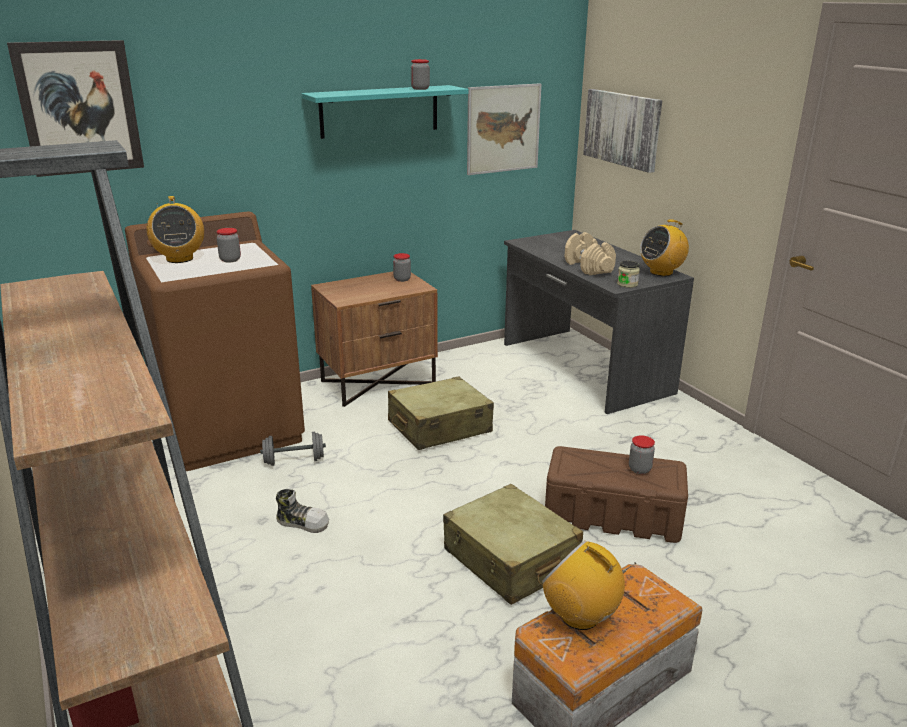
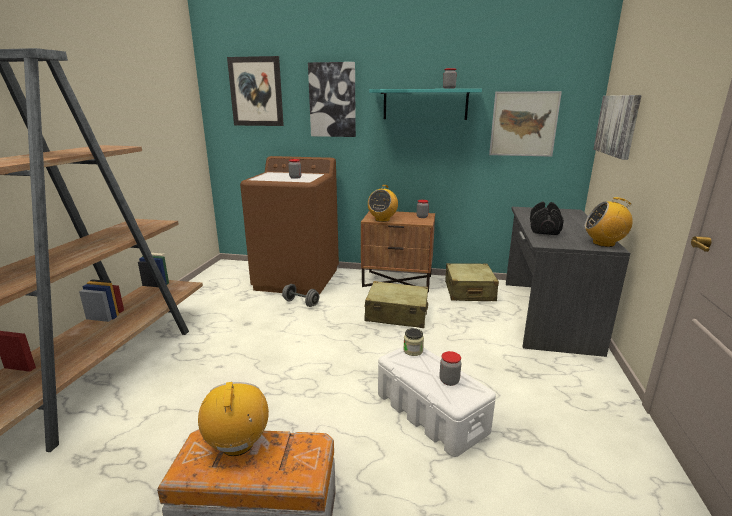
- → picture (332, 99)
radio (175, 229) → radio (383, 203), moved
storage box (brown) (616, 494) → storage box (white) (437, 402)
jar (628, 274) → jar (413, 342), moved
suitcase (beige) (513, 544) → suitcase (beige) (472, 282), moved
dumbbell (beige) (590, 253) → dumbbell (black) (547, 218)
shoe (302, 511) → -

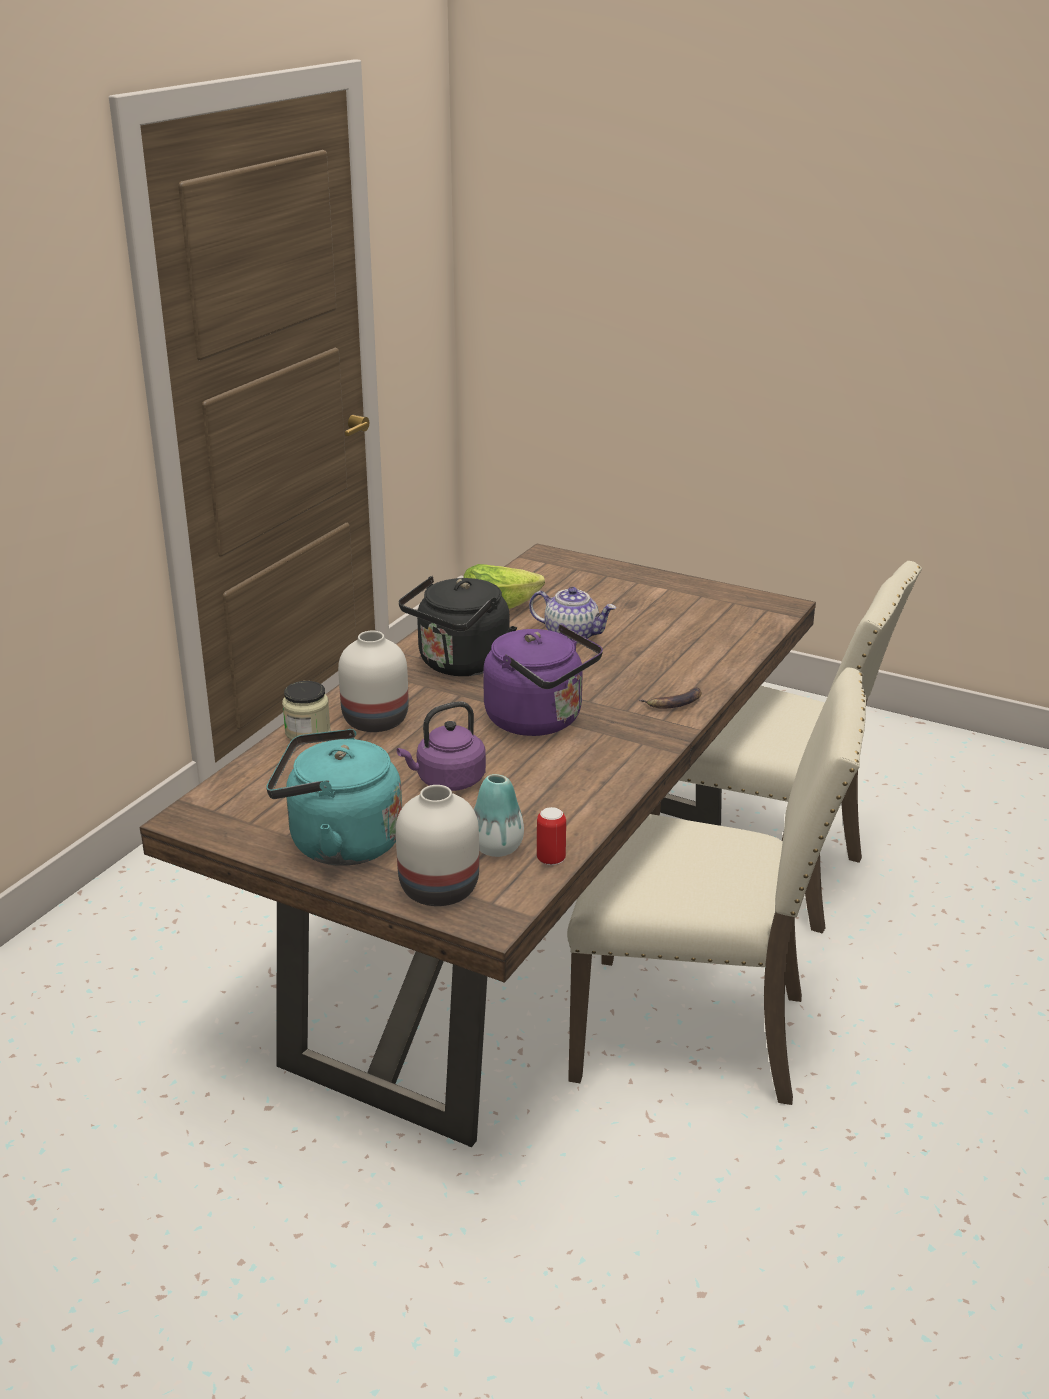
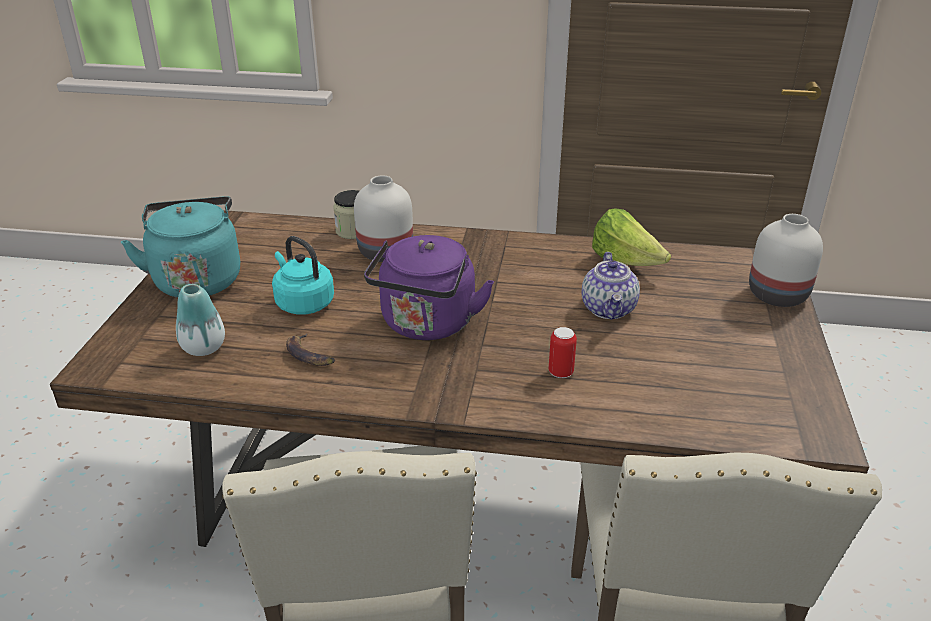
kettle (purple) (441, 746) → kettle (turquoise) (303, 275)
banana (670, 698) → banana (310, 349), moved
can (551, 836) → can (563, 352), moved
vase (white) (437, 845) → vase (white) (786, 260), moved
kettle (black) (458, 626) → -

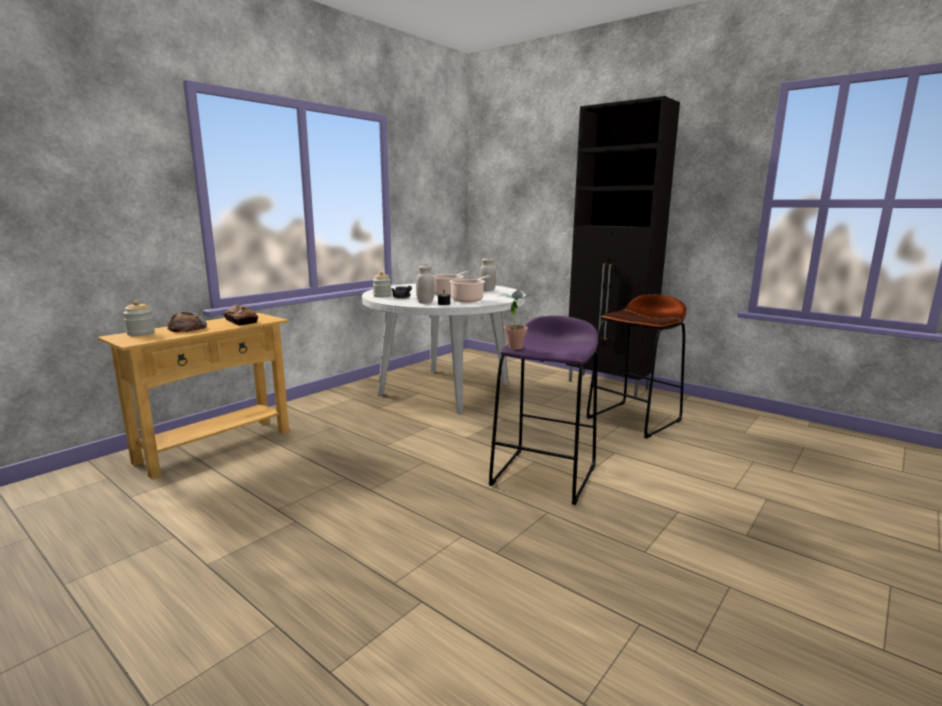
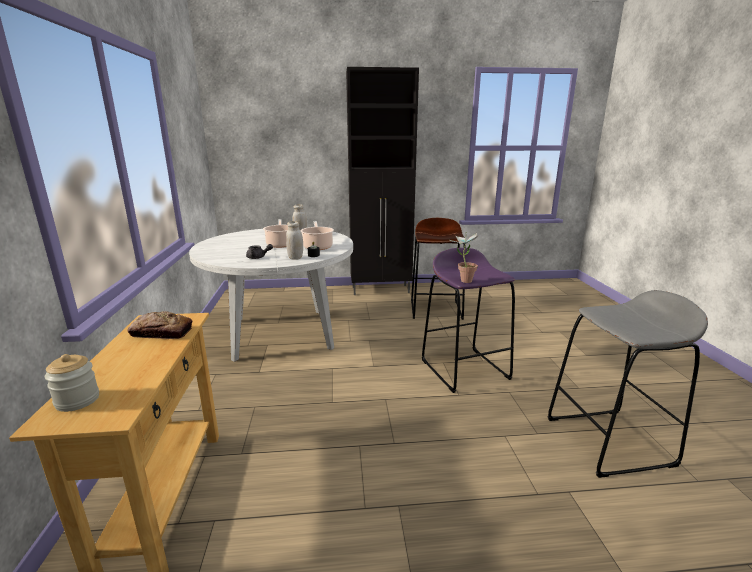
- → stool (grey) (627, 384)
bread (187, 322) → -
jar (382, 284) → -

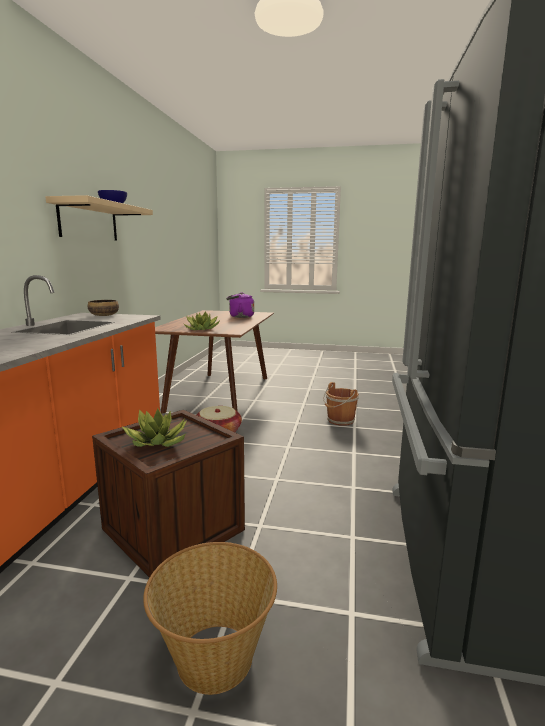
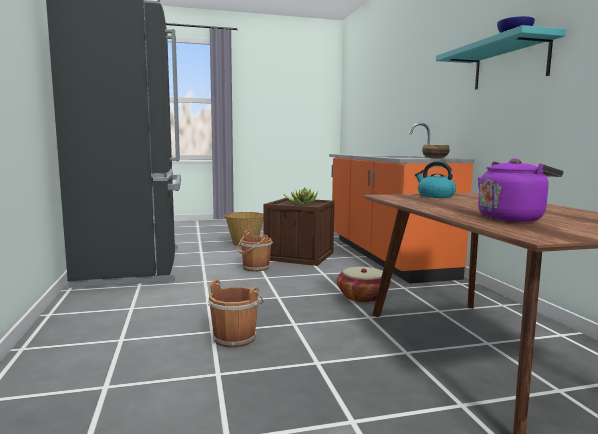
- → bucket (brown) (255, 251)
potted plant (201, 320) → kettle (435, 179)
shelf (beige) (99, 218) → shelf (turquoise) (501, 57)

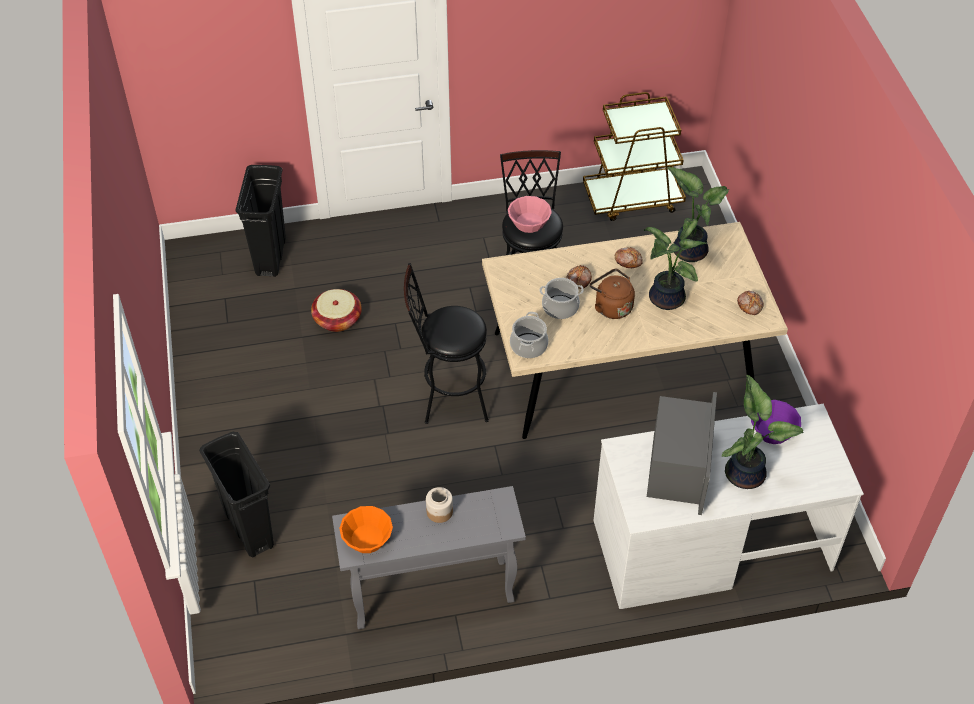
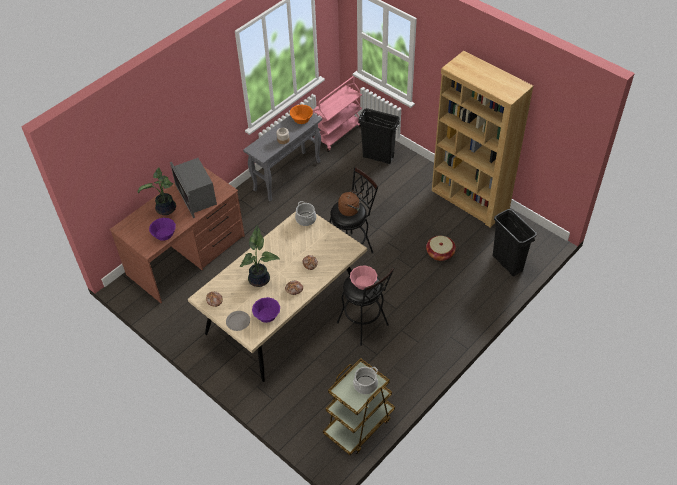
desk (white) (728, 506) → desk (brown) (177, 234)
- → plate (grey) (238, 321)
potted plant (698, 214) → bowl (purple) (266, 310)
- → cart (pink) (337, 114)
kettle (brown) (612, 294) → kettle (brown) (350, 203), moved
cooking pot (562, 298) → cooking pot (365, 380), moved
- → bookcase (brown) (482, 139)

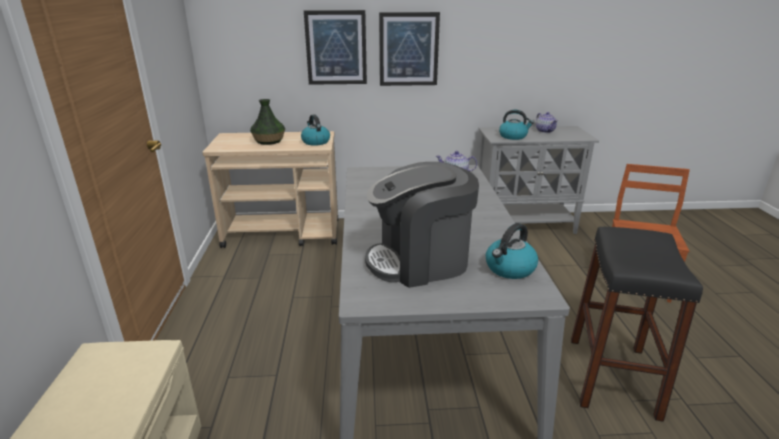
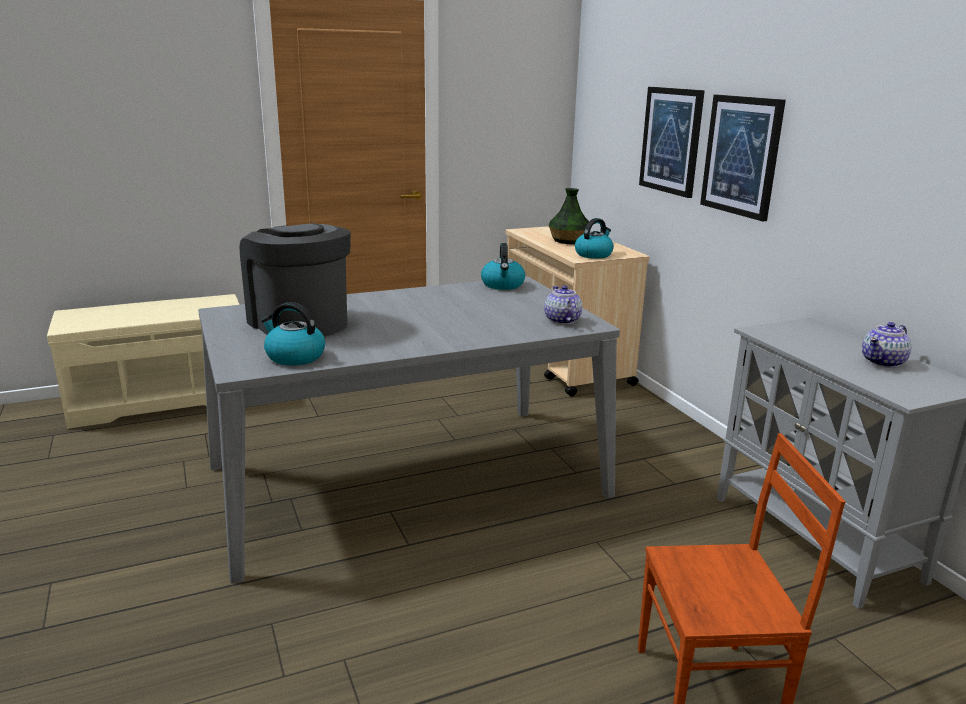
kettle (516, 125) → kettle (503, 266), moved
stool (black) (637, 324) → -

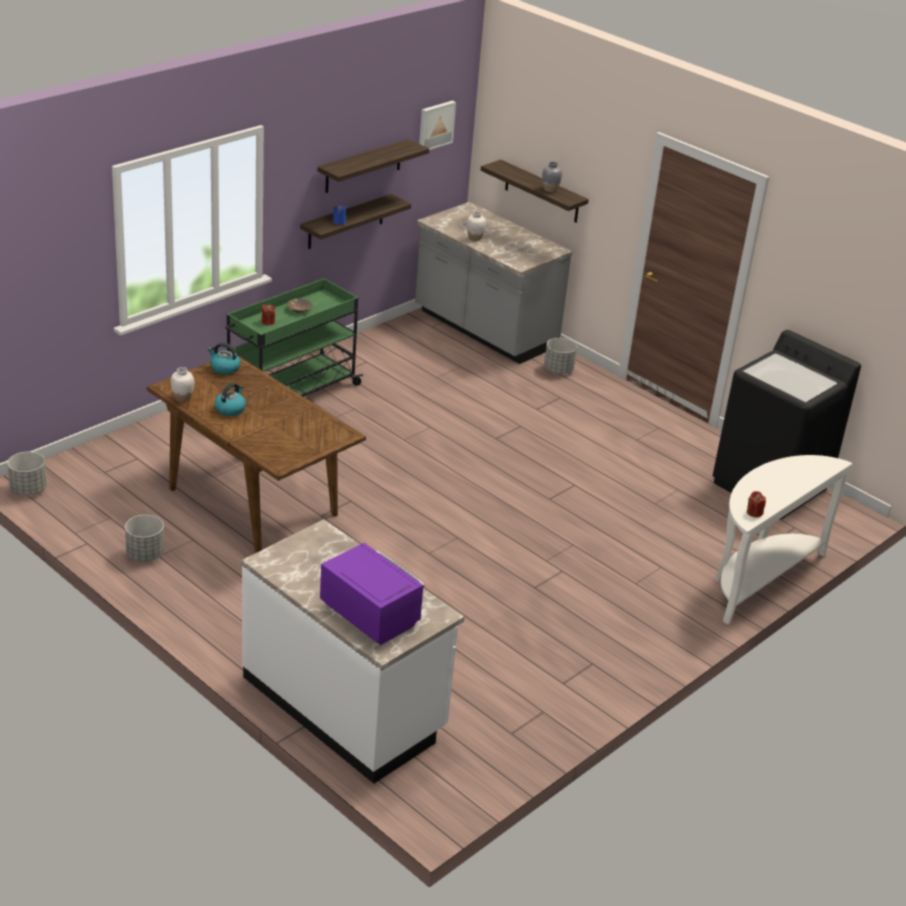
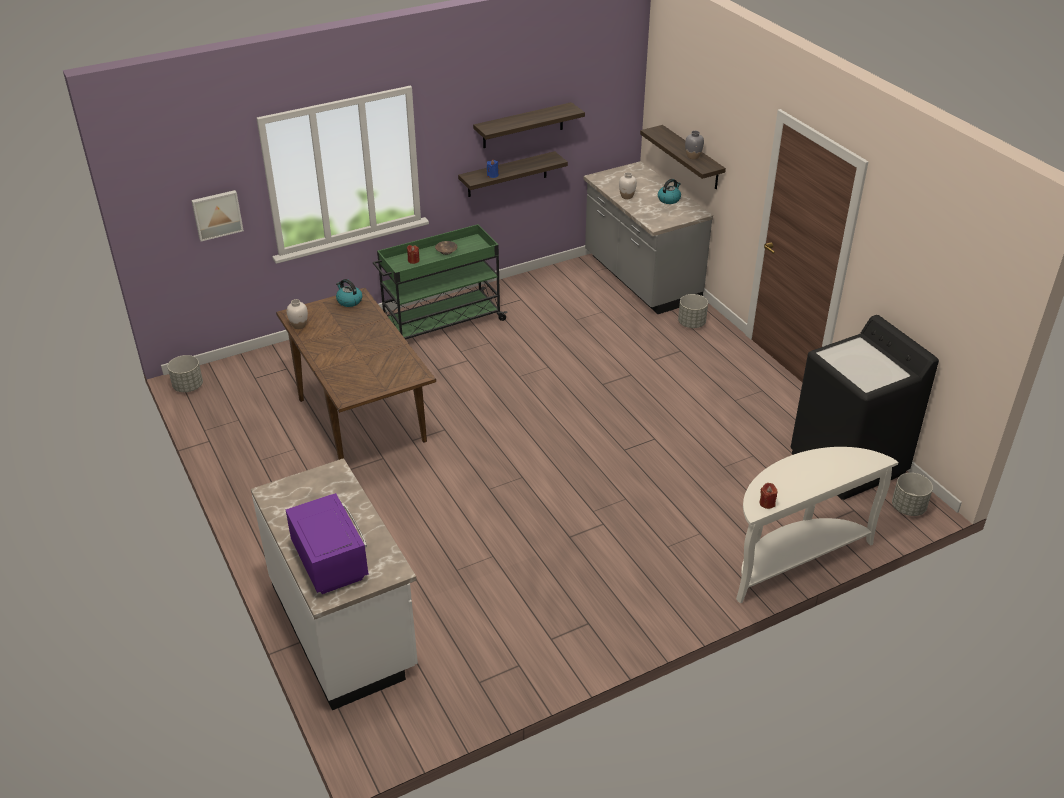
picture (437, 125) → picture (217, 215), moved
kettle (230, 399) → kettle (669, 191), moved
planter (grey) (145, 538) → planter (grey) (912, 494), moved

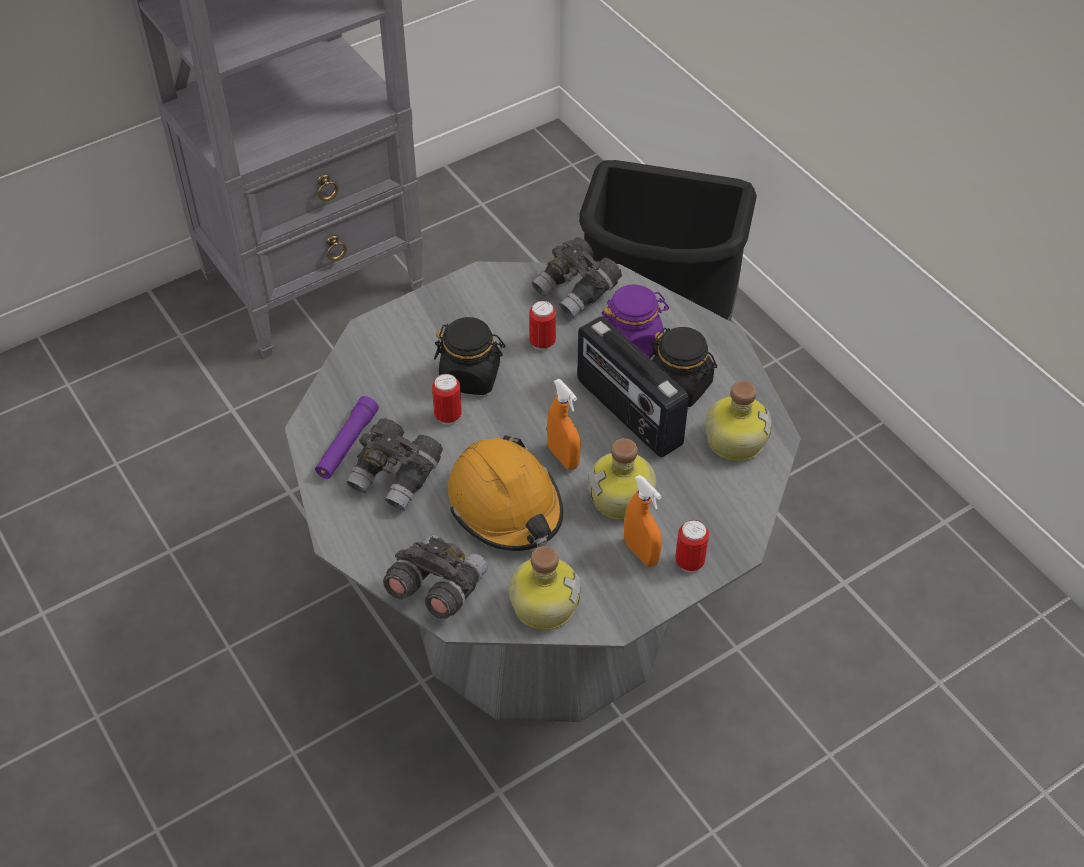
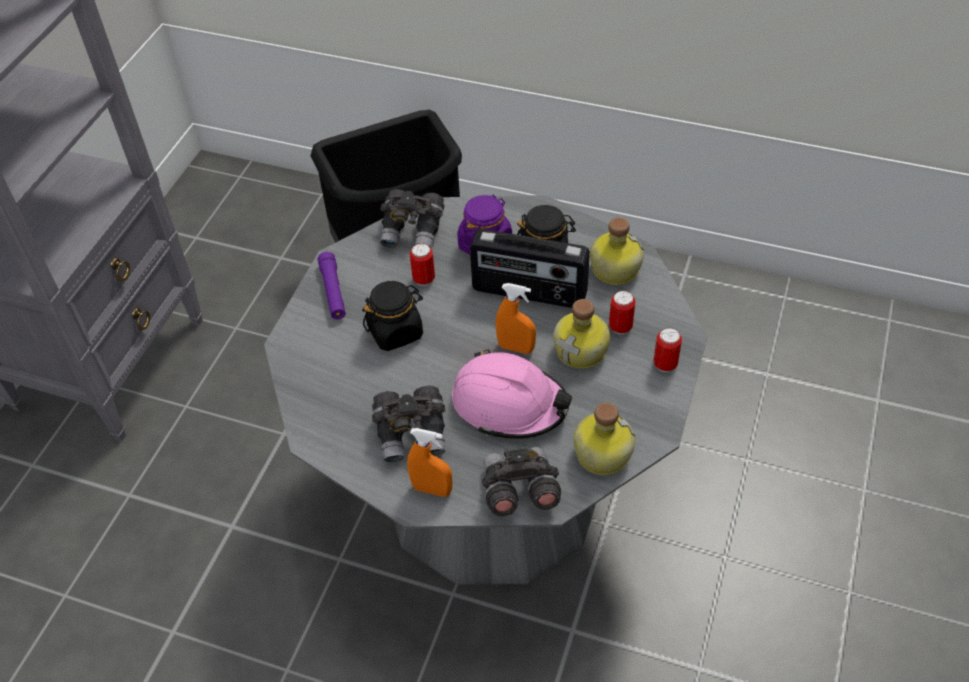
flashlight (purple) (347, 437) → flashlight (purple) (332, 285), moved
spray bottle (orange) (643, 521) → spray bottle (orange) (430, 462), moved
hard hat (orange) (505, 493) → hard hat (pink) (512, 394)
can (447, 399) → can (622, 312), moved

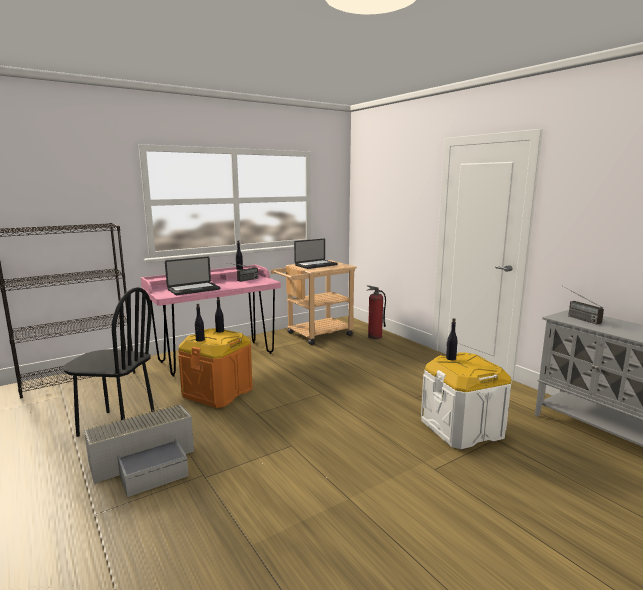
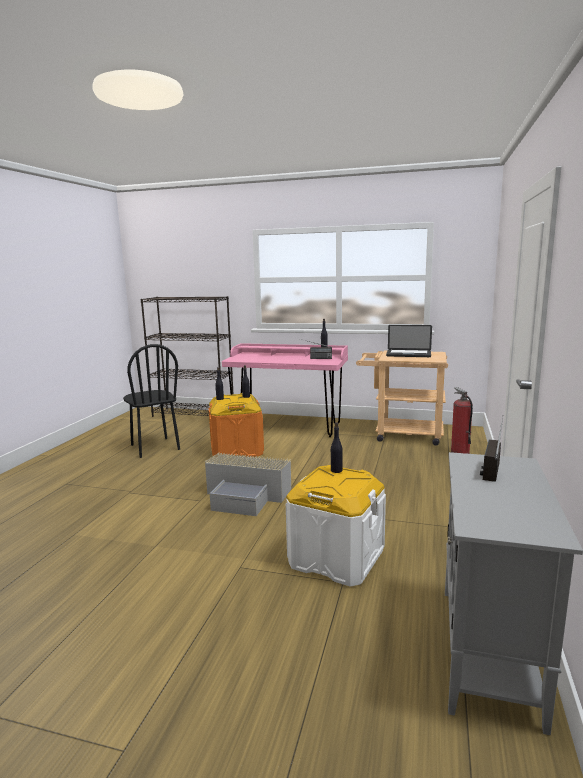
storage box (grey) (139, 450) → storage box (grey) (248, 484), moved
laptop (192, 276) → -

